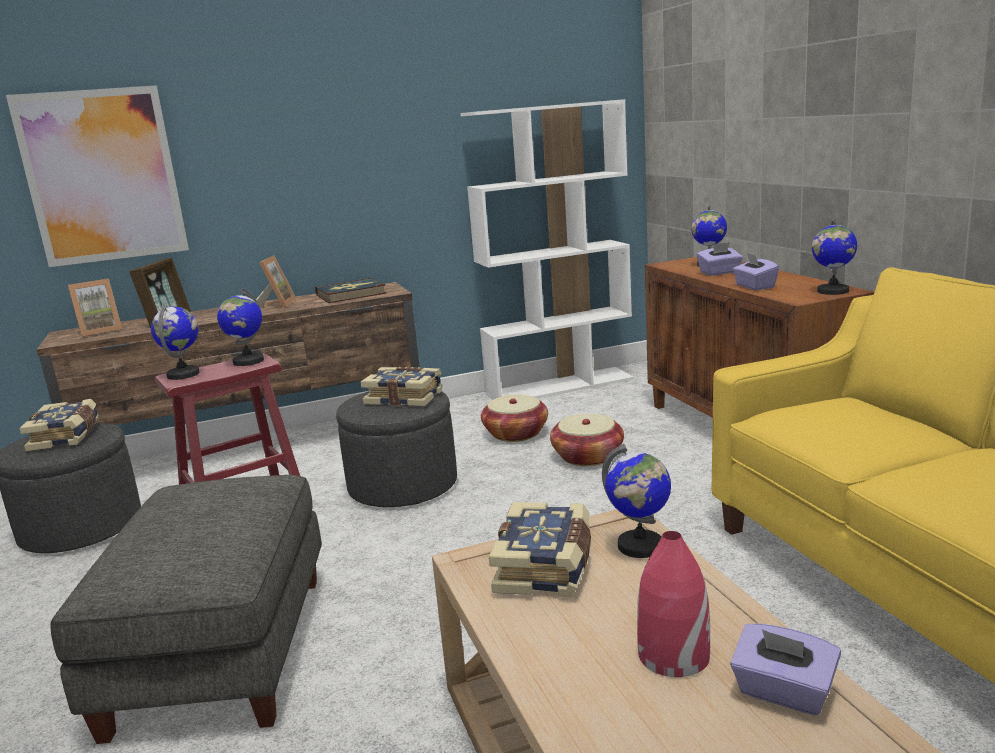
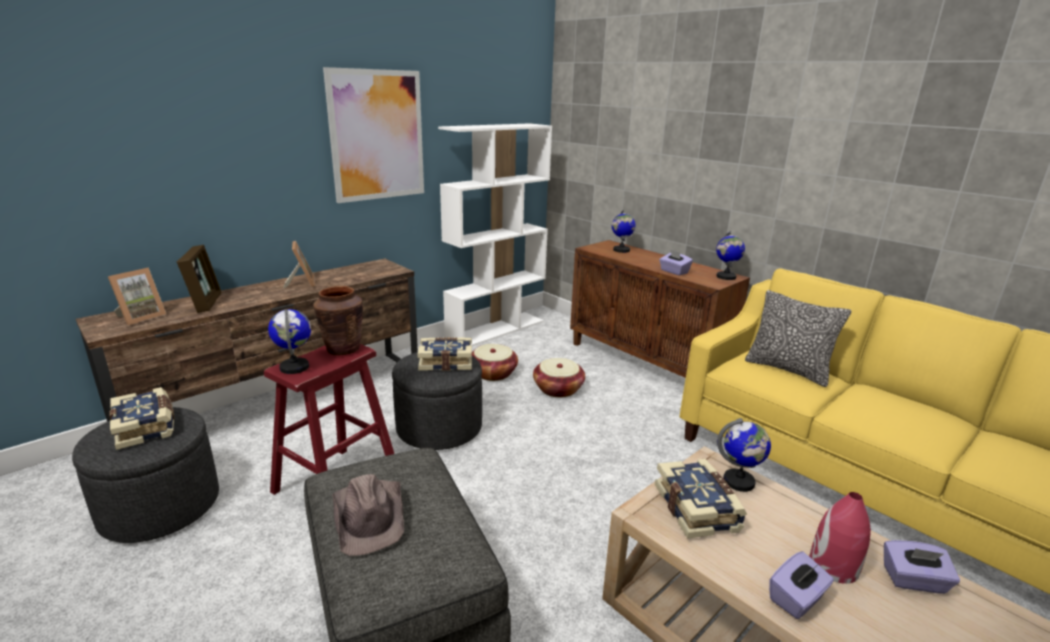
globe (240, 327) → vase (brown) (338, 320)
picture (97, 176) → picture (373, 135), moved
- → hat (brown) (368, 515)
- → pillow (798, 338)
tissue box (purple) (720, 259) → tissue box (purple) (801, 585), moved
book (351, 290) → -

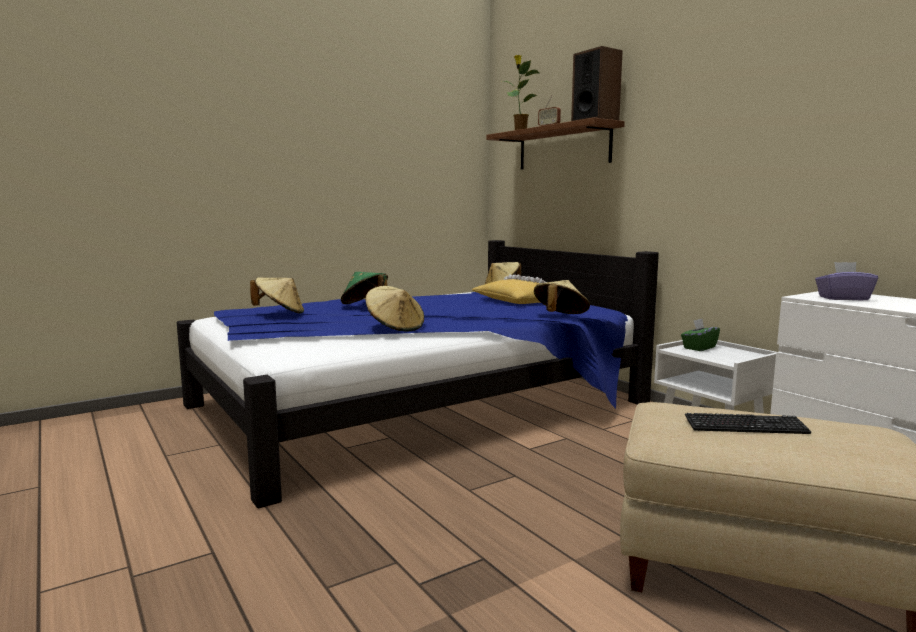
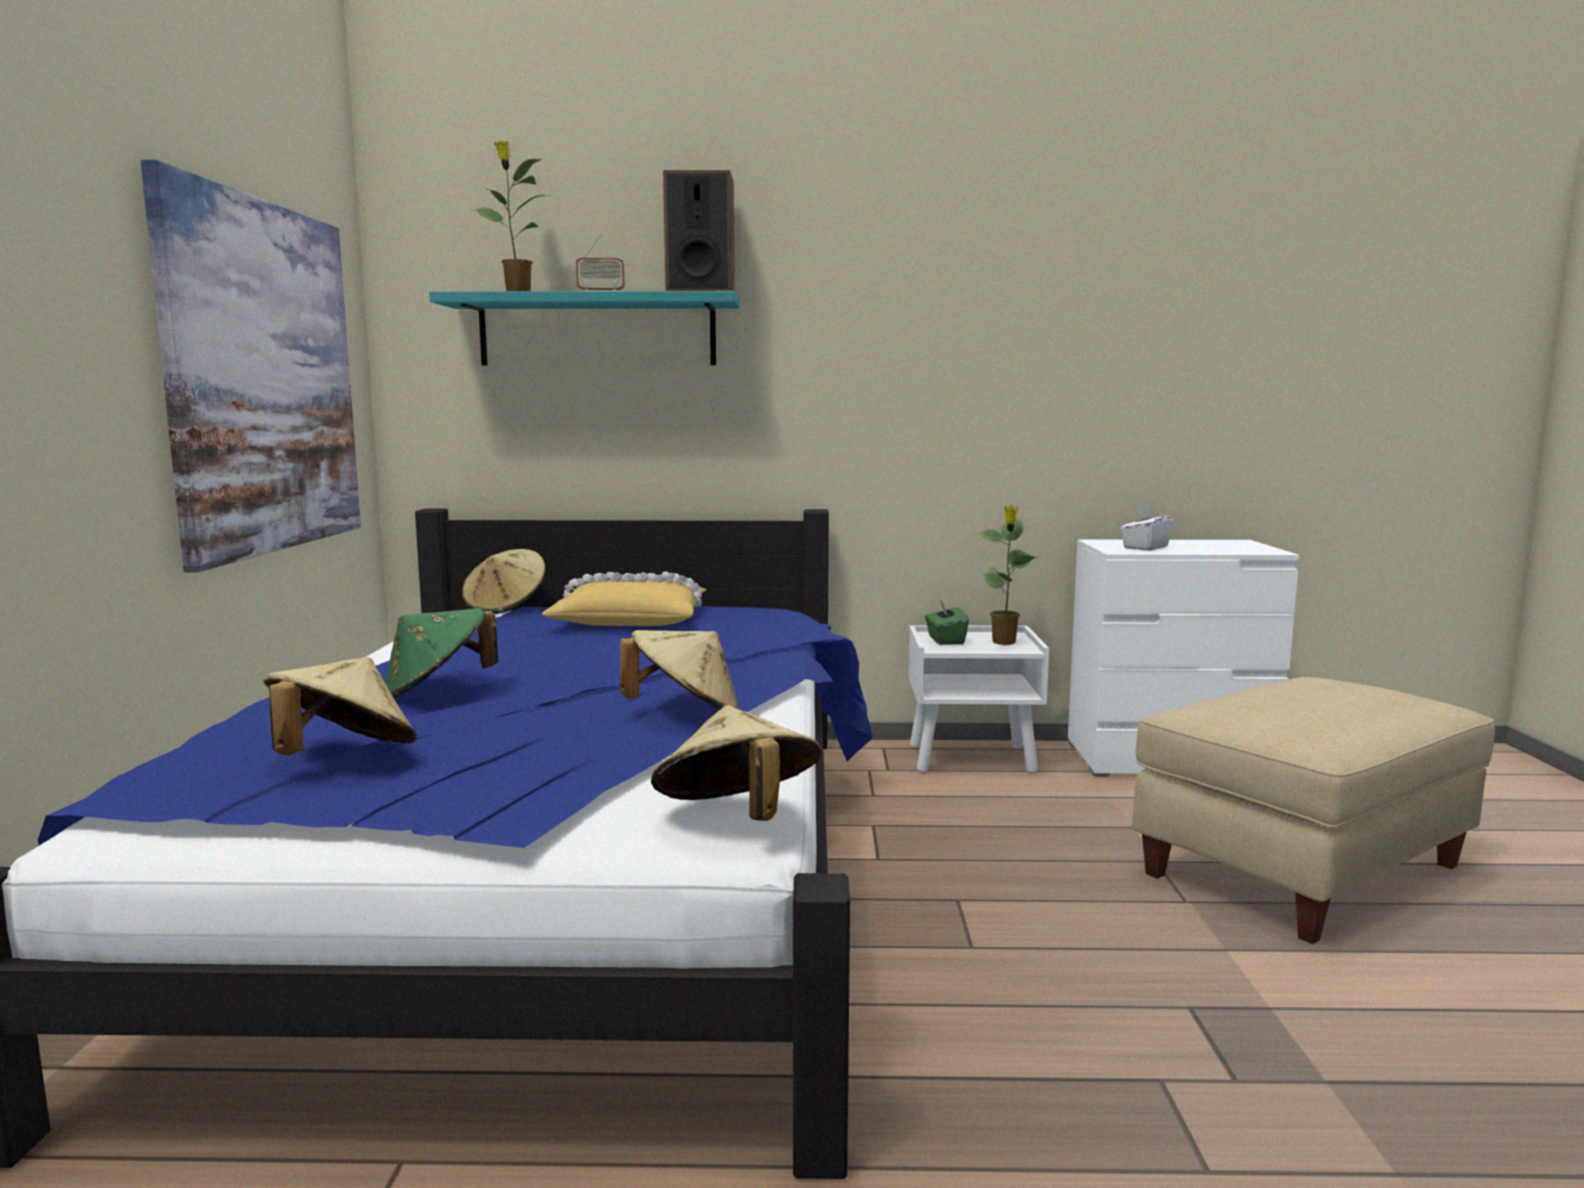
- → picture (251, 365)
shelf (brown) (555, 143) → shelf (turquoise) (584, 328)
hat (beige) (562, 297) → hat (beige) (736, 763), moved
- → potted plant (1007, 575)
tissue box (purple) (846, 281) → tissue box (white) (1147, 528)
keyboard (748, 423) → -

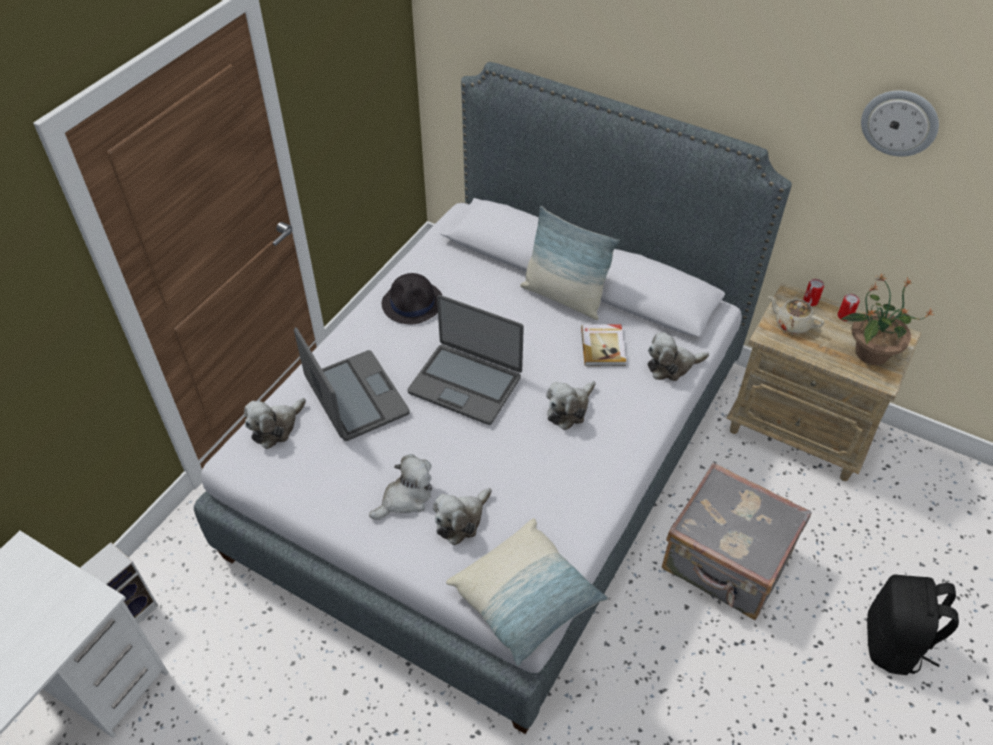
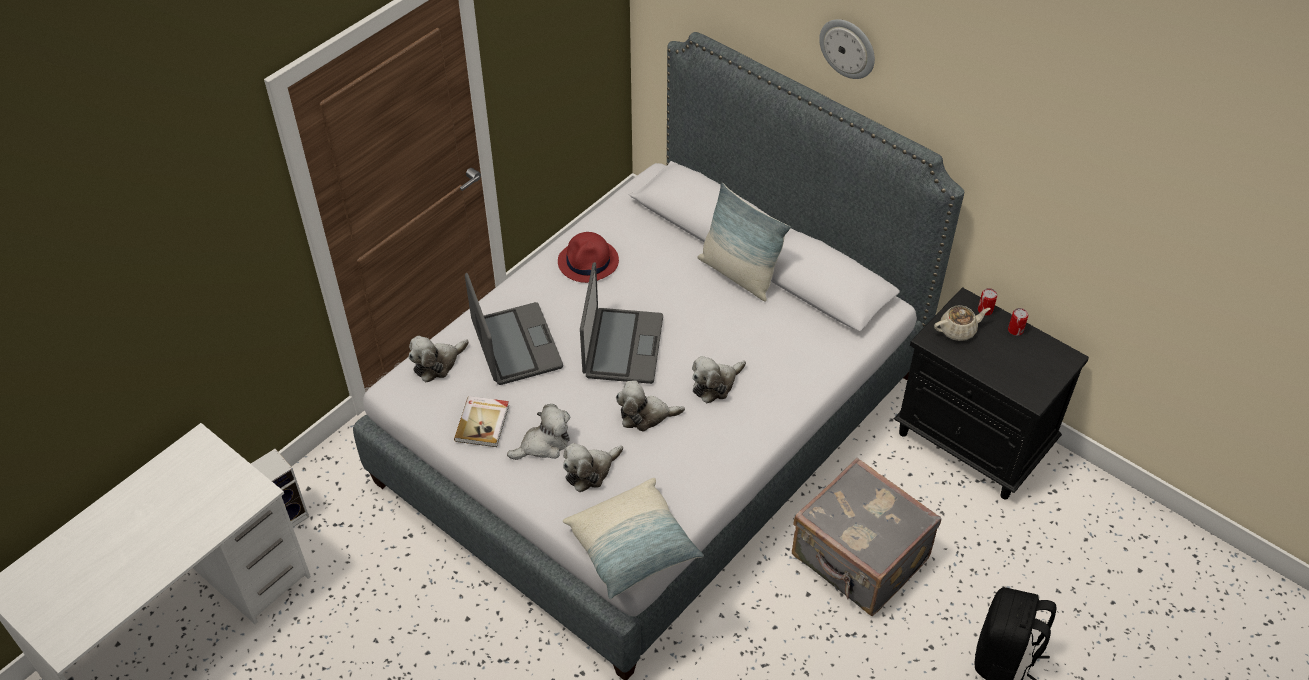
book (603, 345) → book (481, 421), moved
hat (black) (412, 298) → hat (red) (588, 257)
laptop (465, 360) → laptop (621, 323), 120 degrees counterclockwise
plush toy (678, 356) → plush toy (650, 406), moved
wall clock (900, 123) → wall clock (847, 49), moved
nightstand (beige) (823, 381) → nightstand (black) (991, 394)
teapot (beige) (796, 315) → teapot (beige) (962, 323), 120 degrees clockwise
potted plant (887, 319) → -

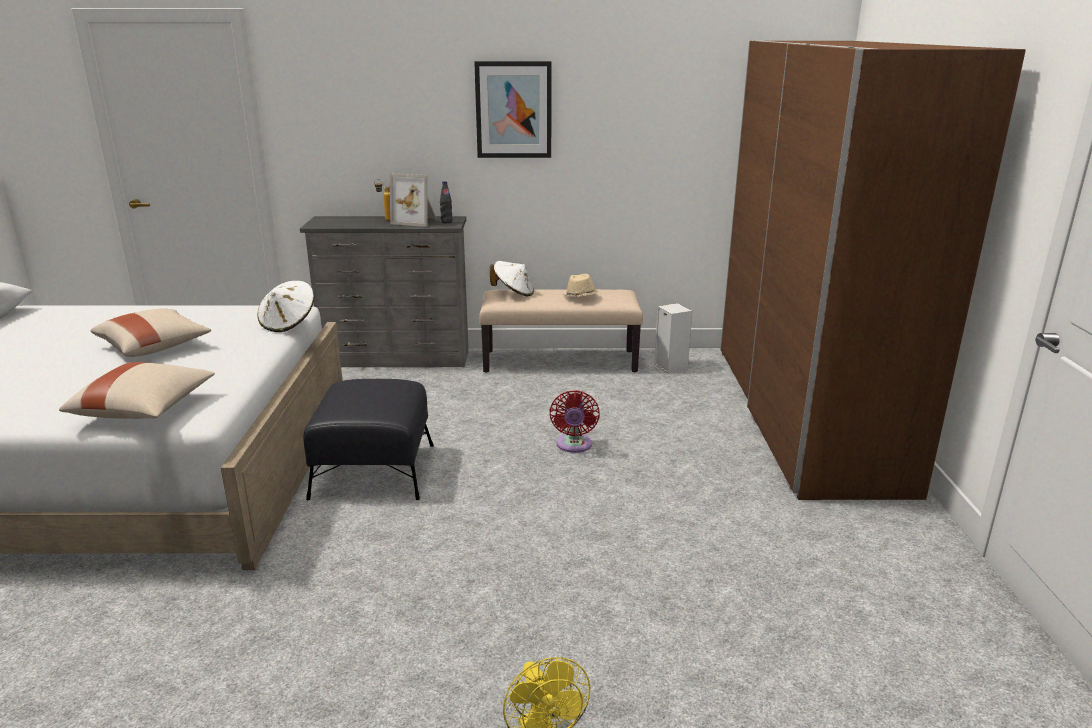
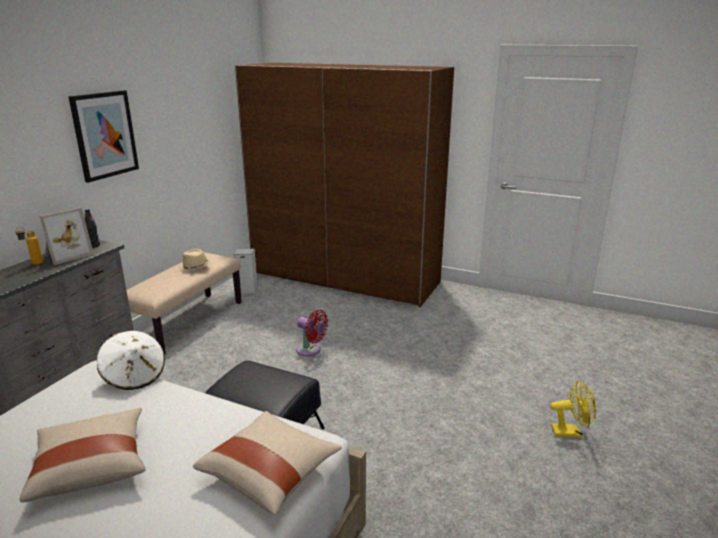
hat (white) (512, 278) → -

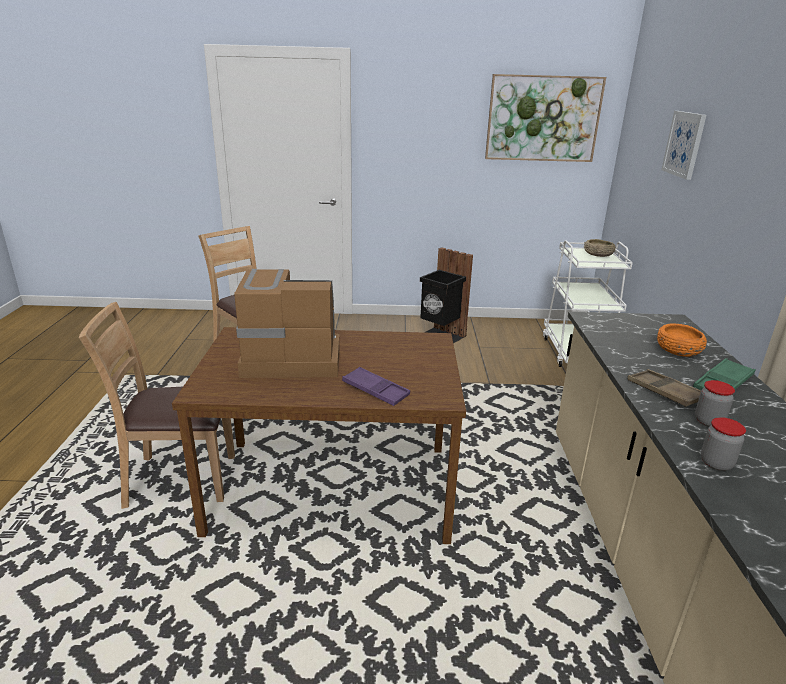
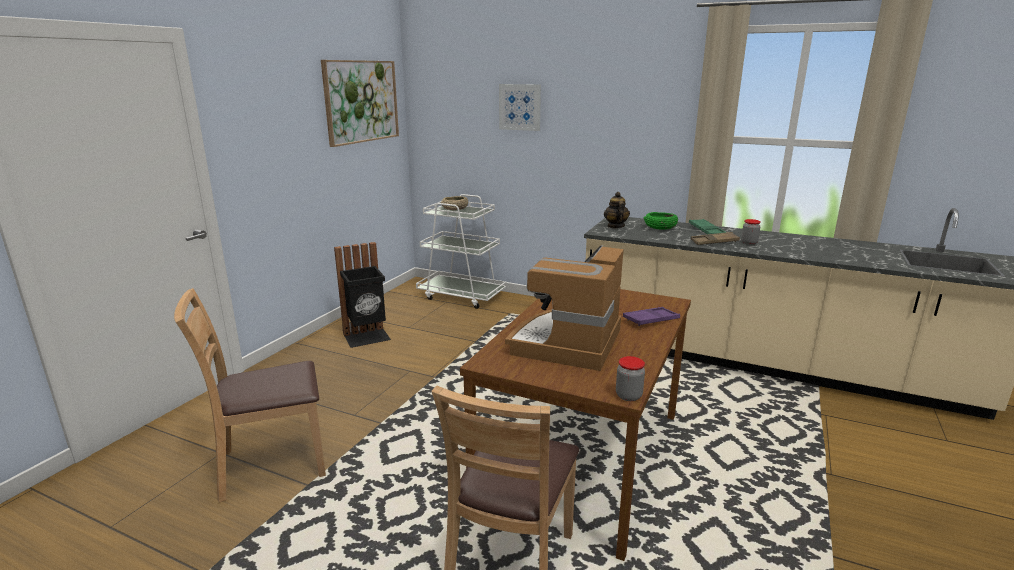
- → teapot (617, 210)
jar (723, 444) → jar (630, 378), moved
bowl (orange) (682, 340) → bowl (green) (661, 221)

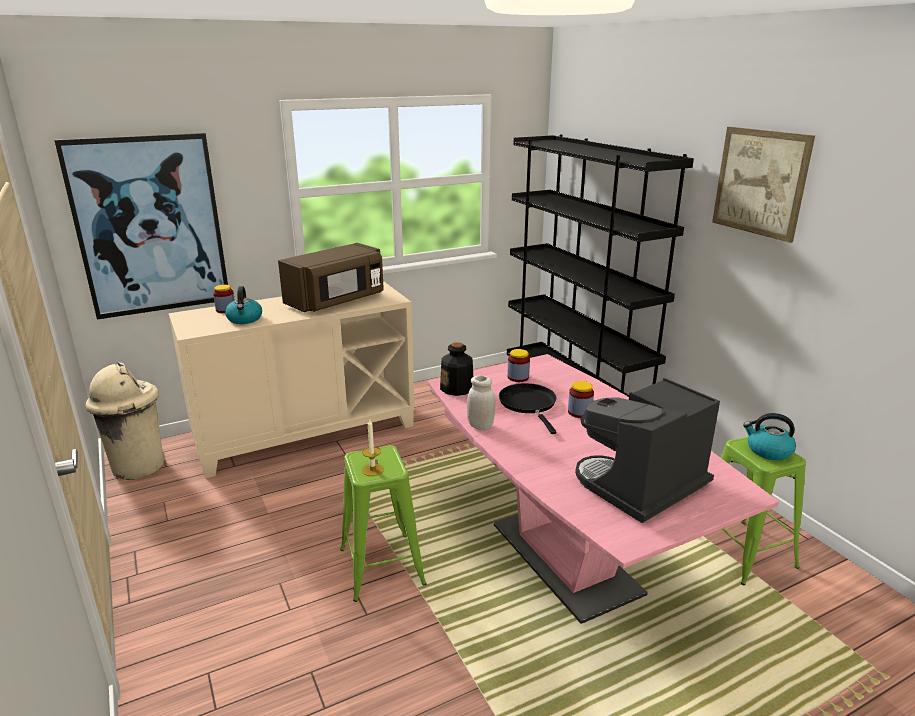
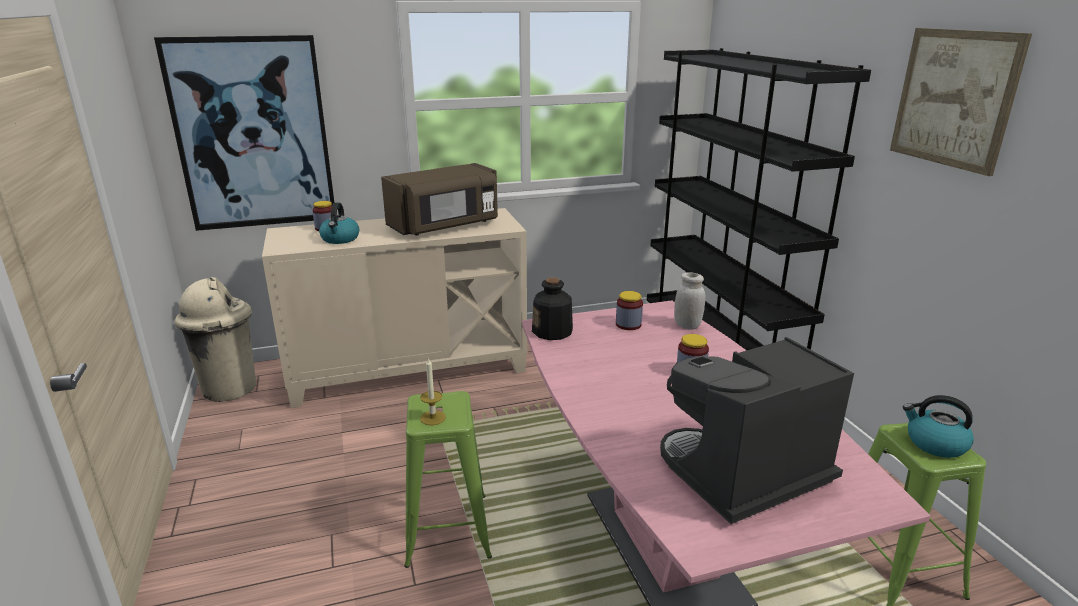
jar (white) (481, 403) → jar (white) (689, 301), moved
frying pan (black) (528, 408) → -

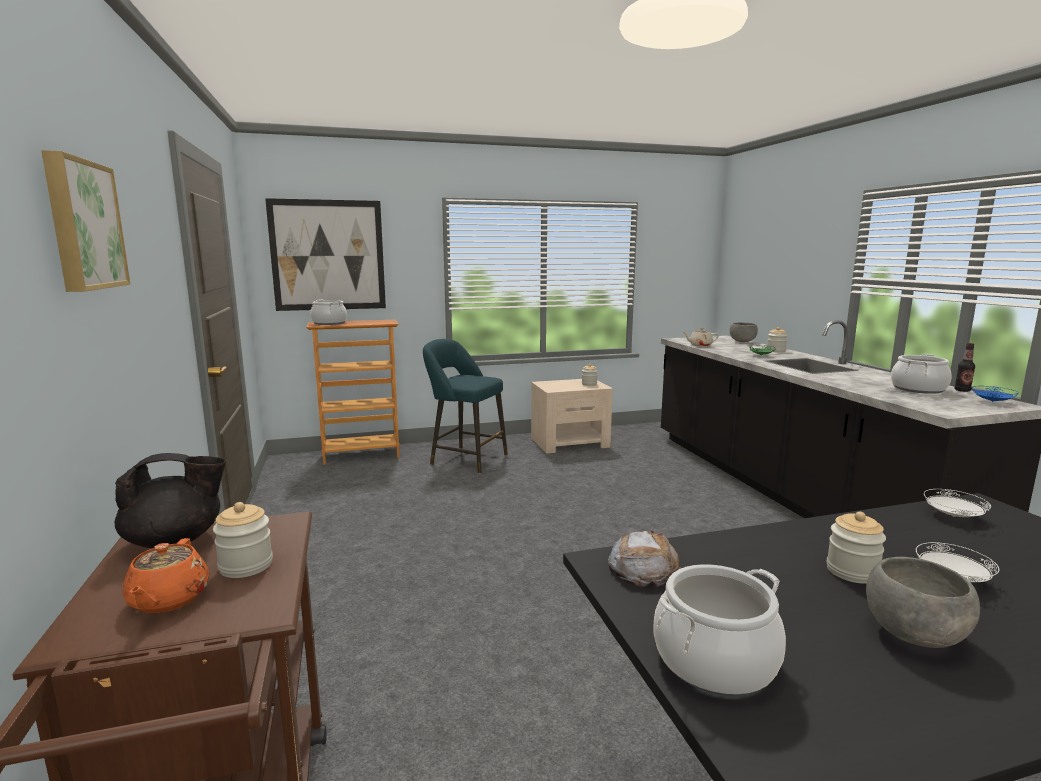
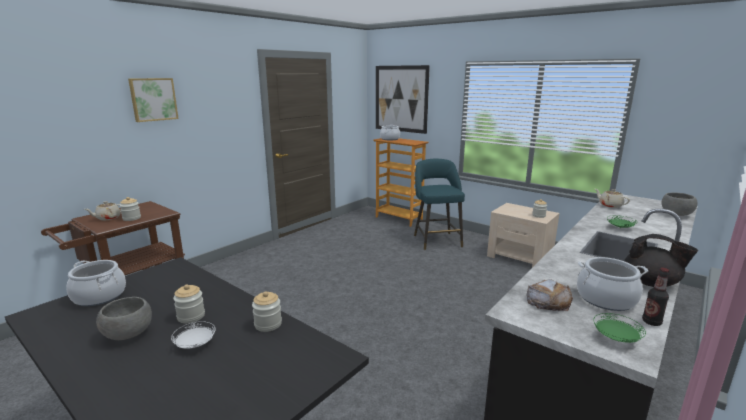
teapot (orange) (166, 575) → teapot (beige) (102, 211)
jar (777, 339) → jar (267, 311), moved
bread (644, 558) → bread (550, 295), moved
plate (blue) (995, 394) → plate (green) (619, 328)
teapot (black) (170, 501) → teapot (black) (661, 260), moved
plate (white) (957, 503) → -

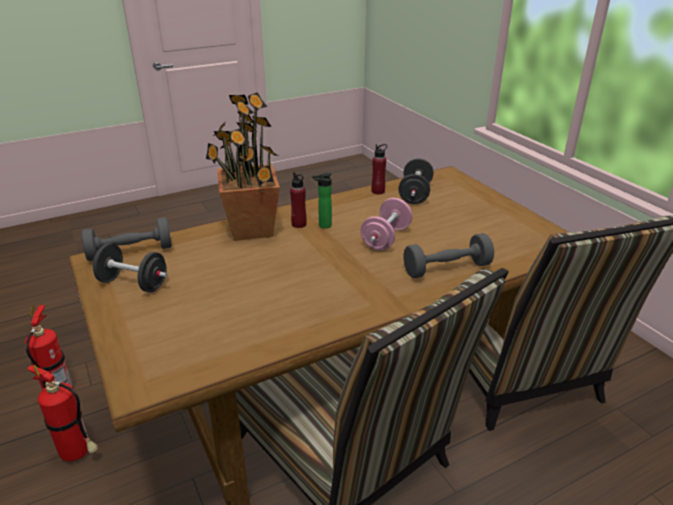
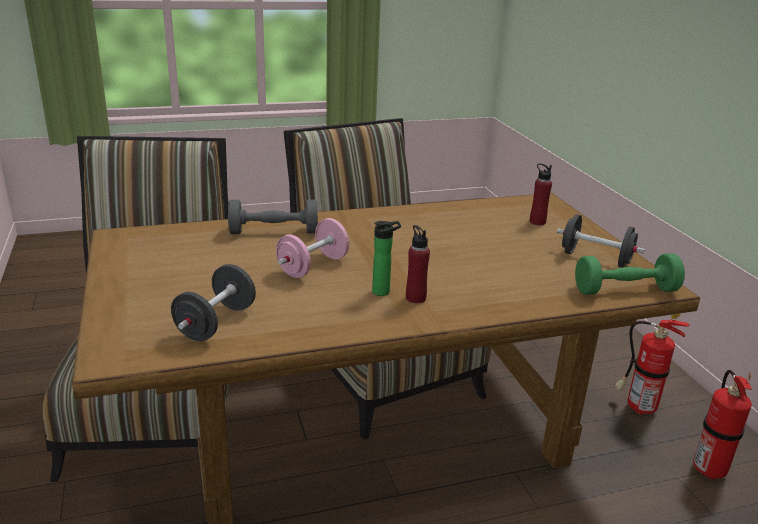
bottle (red) (379, 169) → bottle (red) (541, 194), moved
dumbbell (grey) (126, 239) → dumbbell (green) (630, 274)
potted plant (243, 166) → -

